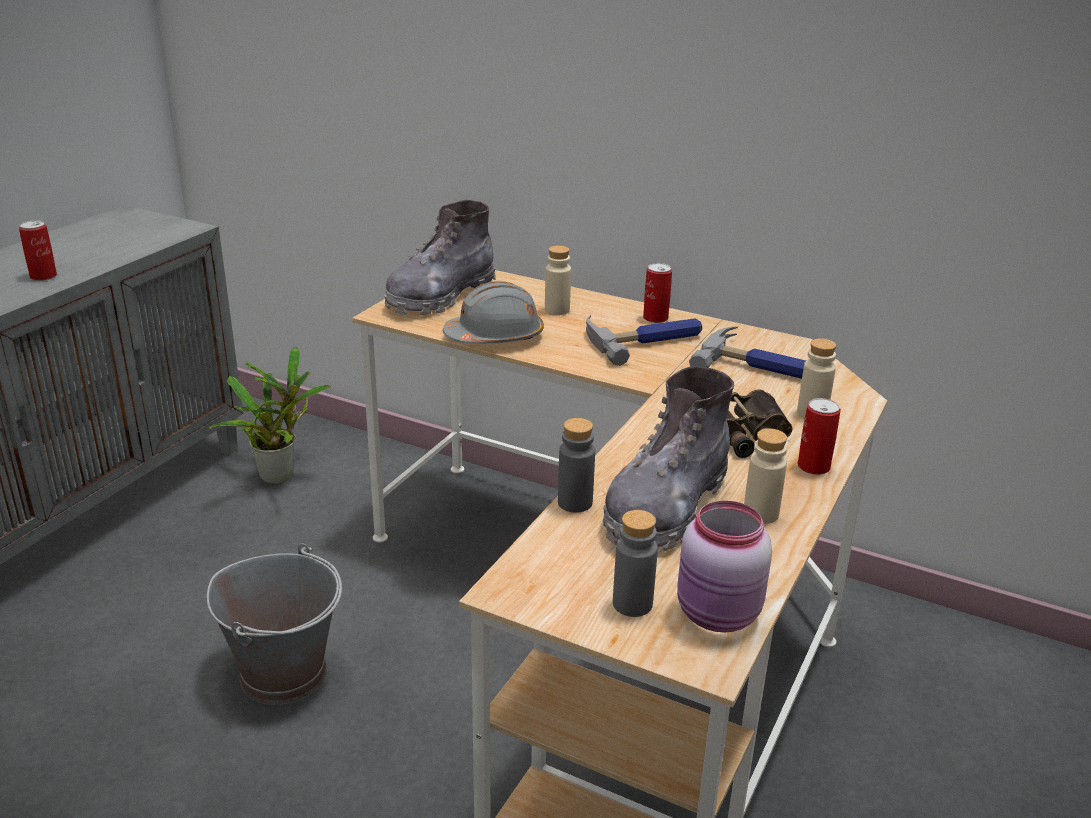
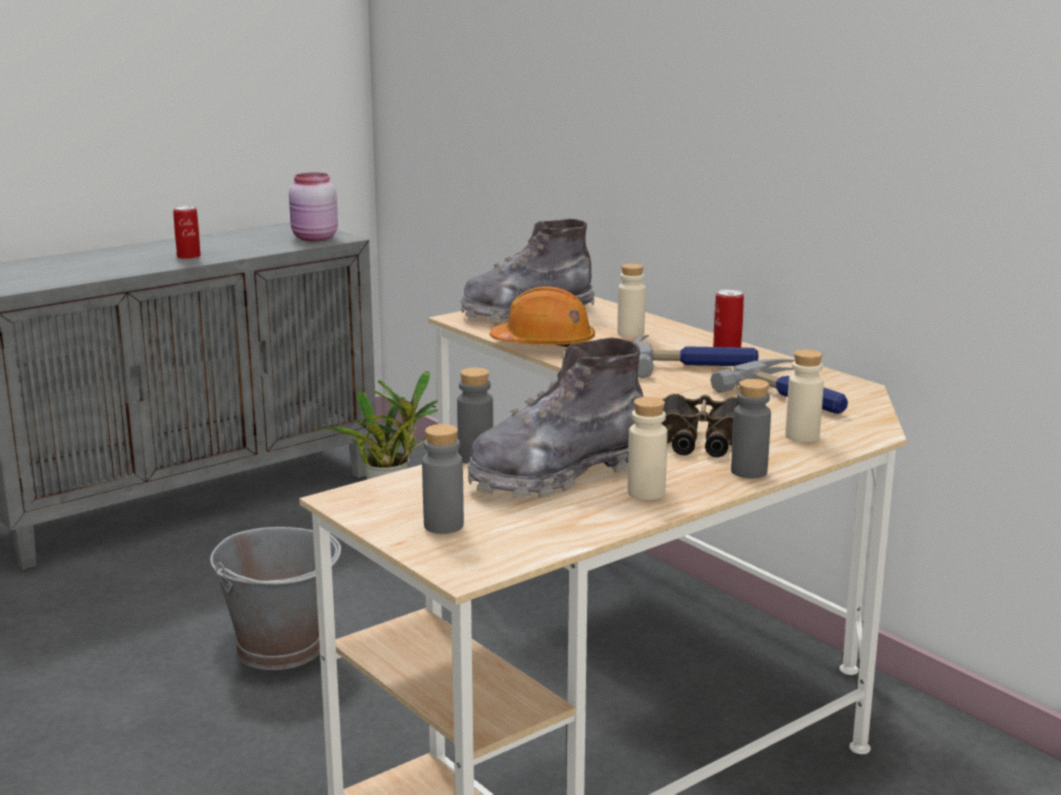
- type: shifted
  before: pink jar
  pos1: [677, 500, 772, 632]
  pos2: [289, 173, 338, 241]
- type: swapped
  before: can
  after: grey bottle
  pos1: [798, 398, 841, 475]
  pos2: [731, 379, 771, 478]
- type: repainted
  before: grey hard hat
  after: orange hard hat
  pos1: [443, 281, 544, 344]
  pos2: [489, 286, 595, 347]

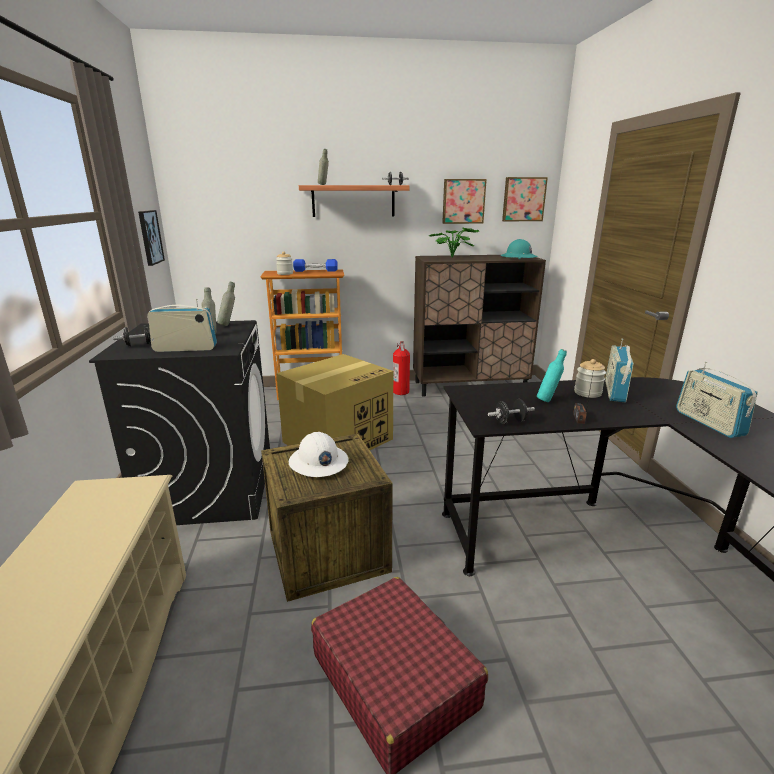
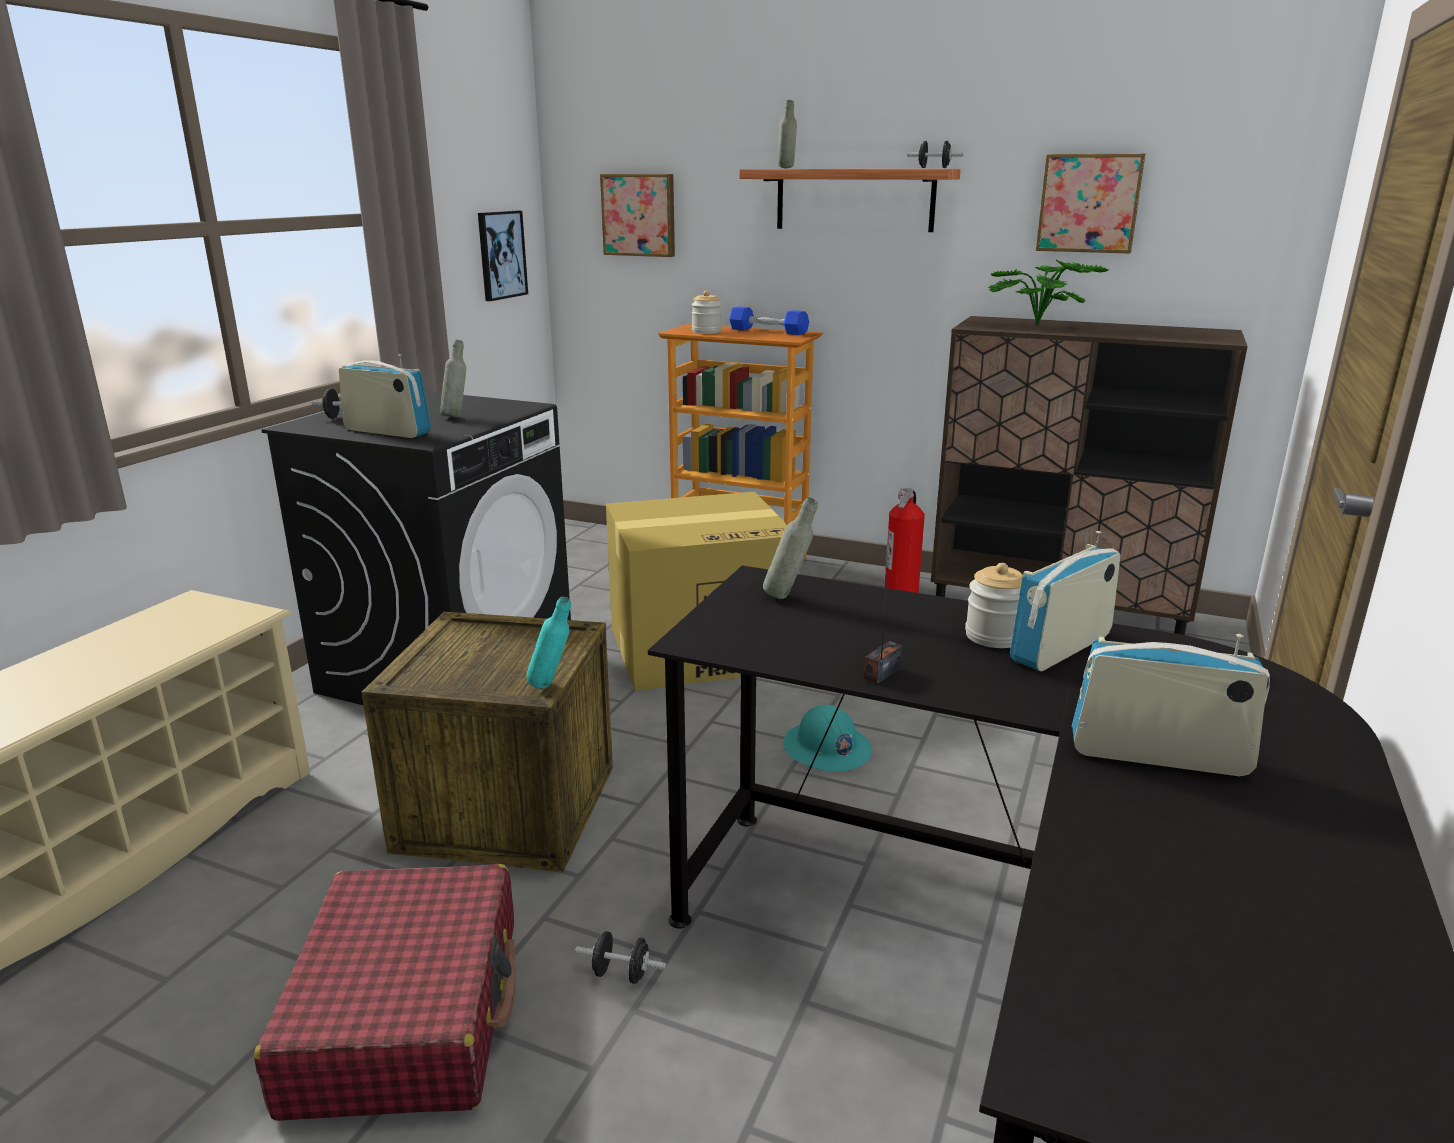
- type: gone
  before: white hard hat
  pos1: [289, 432, 349, 477]
- type: shifted
  before: grey bottle
  pos1: [217, 282, 235, 326]
  pos2: [763, 497, 818, 599]
- type: shifted
  before: black dumbbell
  pos1: [488, 399, 535, 424]
  pos2: [575, 931, 666, 984]
- type: shifted
  before: turquoise hard hat
  pos1: [501, 239, 538, 259]
  pos2: [783, 704, 872, 772]
- type: shifted
  before: picture
  pos1: [502, 177, 548, 221]
  pos2: [600, 174, 675, 257]
- type: shifted
  before: turquoise bottle
  pos1: [537, 349, 567, 402]
  pos2: [526, 596, 571, 689]
- type: rotated
  before: radio
  pos1: [676, 362, 758, 438]
  pos2: [1072, 634, 1270, 776]
  turn: 90

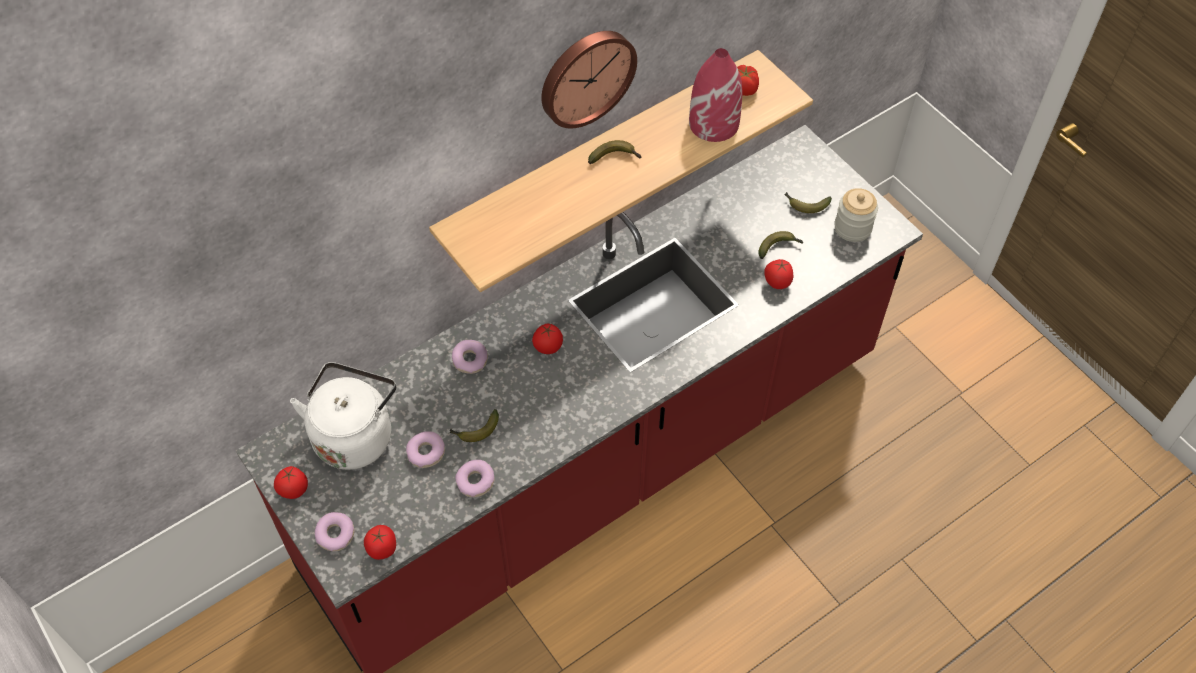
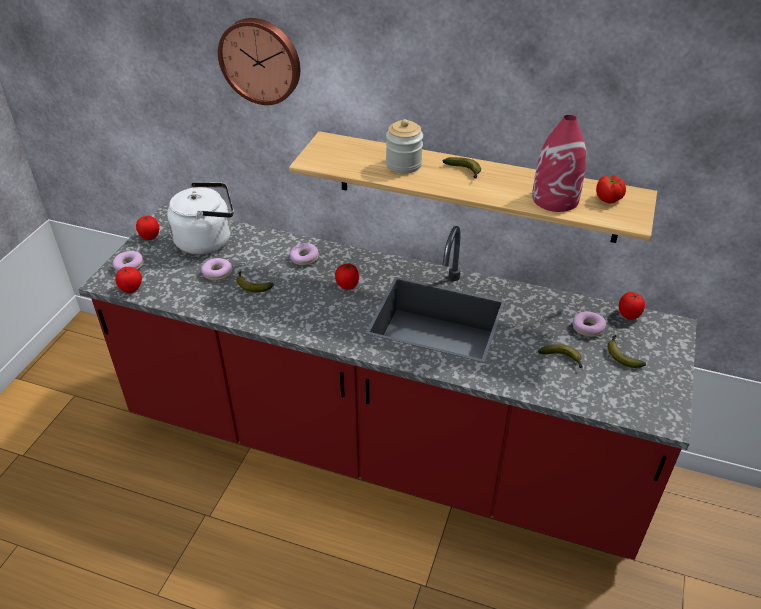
- type: shifted
  before: donut
  pos1: [455, 460, 495, 497]
  pos2: [572, 311, 606, 337]
- type: shifted
  before: wall clock
  pos1: [541, 31, 637, 129]
  pos2: [218, 18, 300, 105]
- type: shifted
  before: tomato
  pos1: [764, 259, 793, 289]
  pos2: [619, 292, 645, 320]
- type: shifted
  before: jar
  pos1: [834, 188, 878, 242]
  pos2: [386, 119, 423, 173]

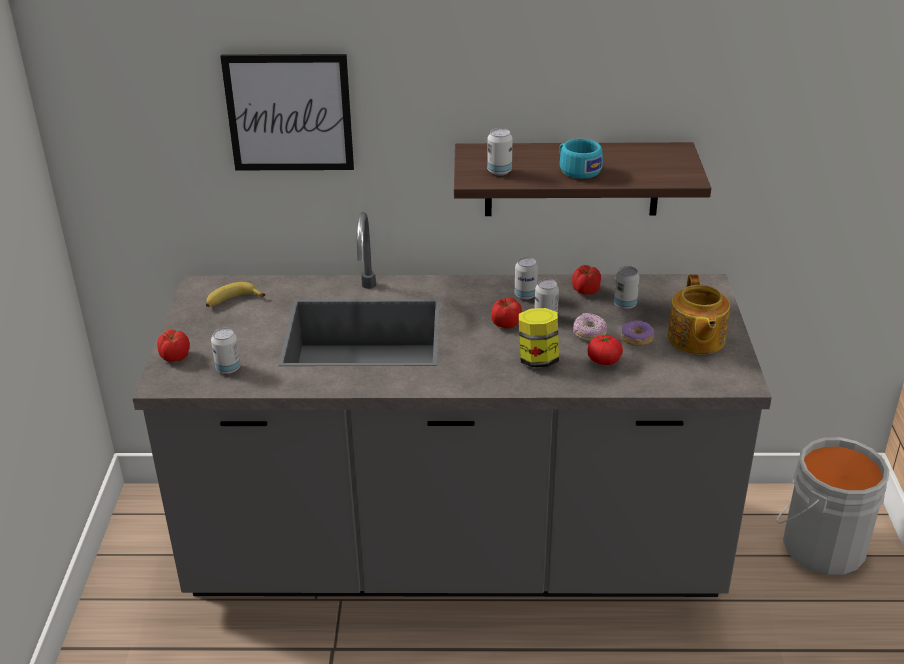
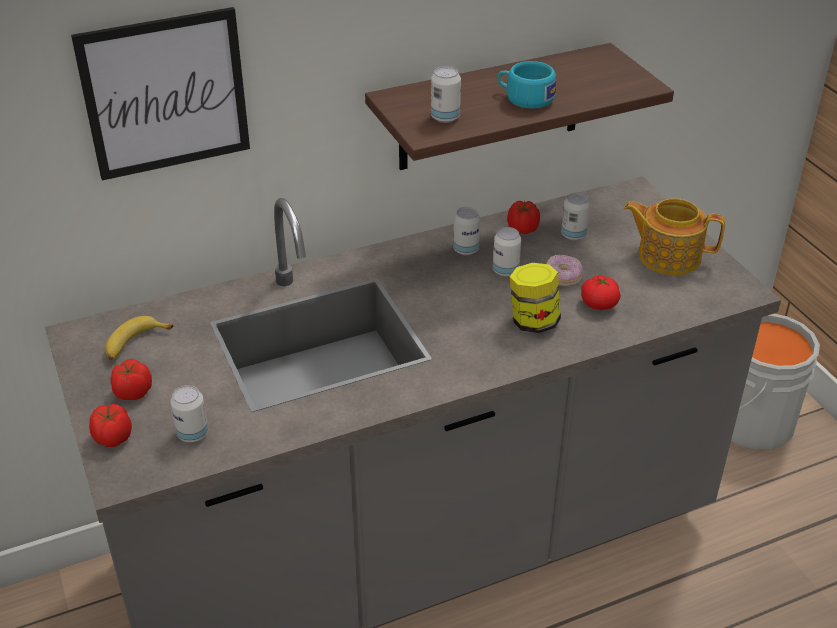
- type: gone
  before: donut
  pos1: [621, 320, 654, 346]
- type: shifted
  before: tomato
  pos1: [491, 297, 522, 329]
  pos2: [110, 359, 152, 400]
- type: rotated
  before: teapot
  pos1: [667, 274, 730, 354]
  pos2: [624, 198, 725, 275]
  turn: 135

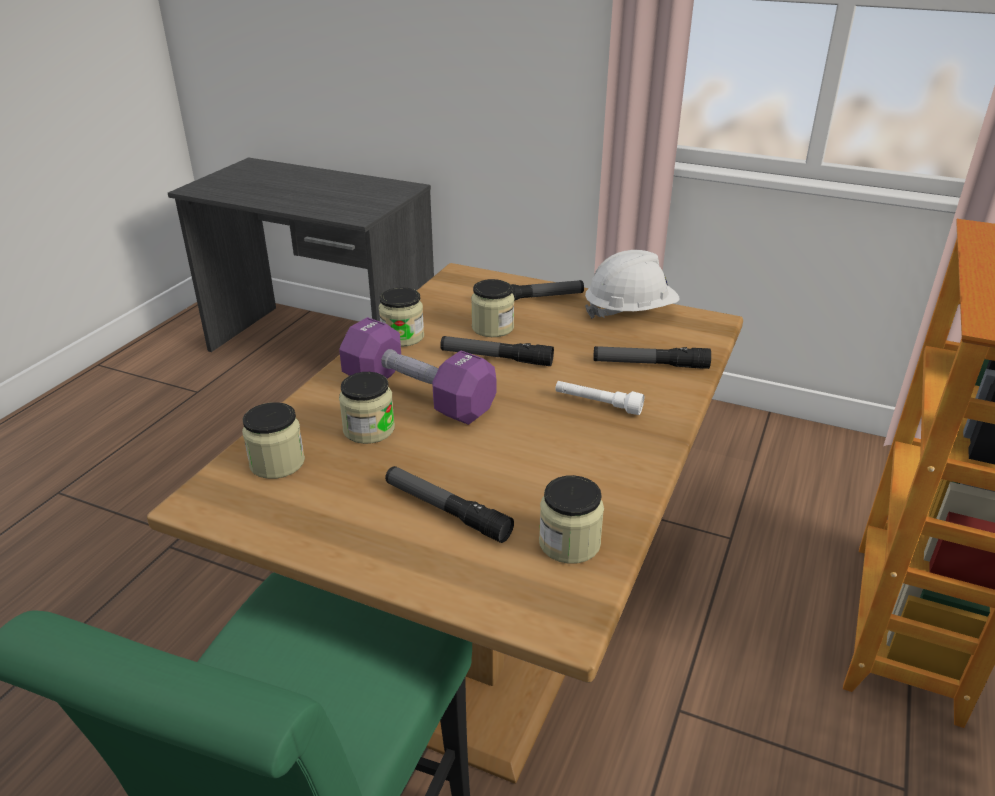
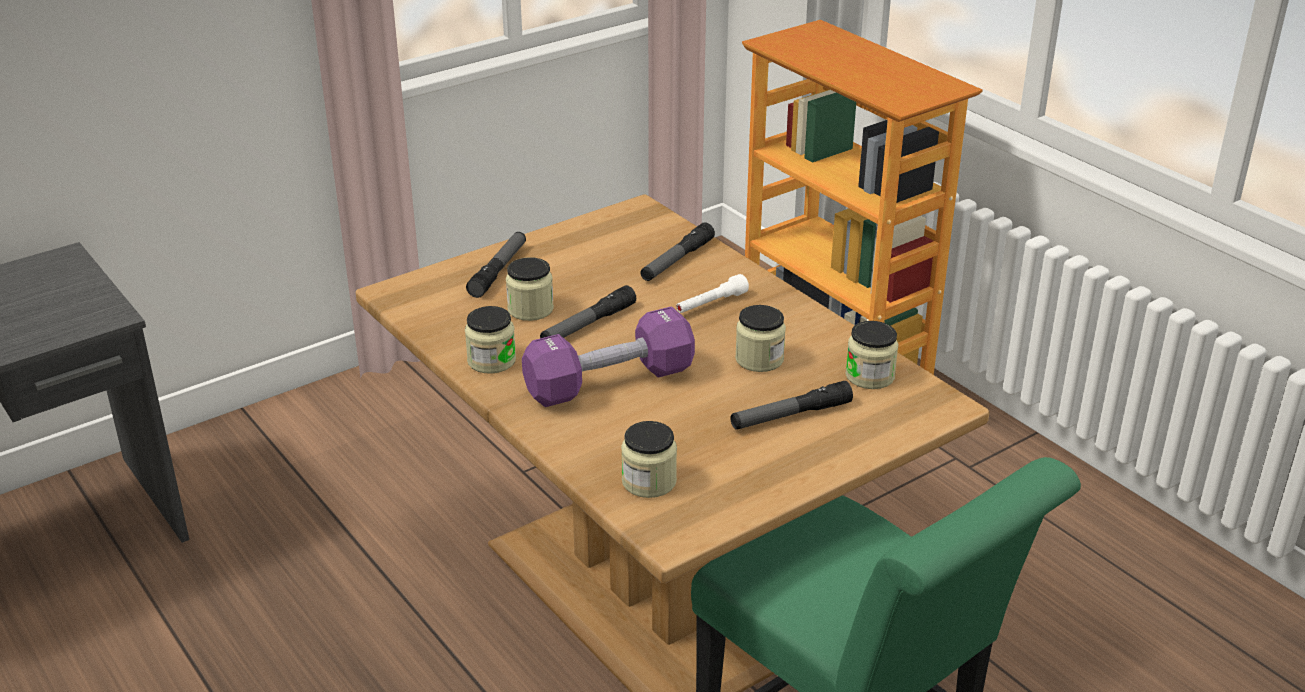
- type: gone
  before: white hard hat
  pos1: [585, 250, 680, 319]
- type: shifted
  before: jar
  pos1: [339, 372, 395, 444]
  pos2: [735, 305, 786, 372]

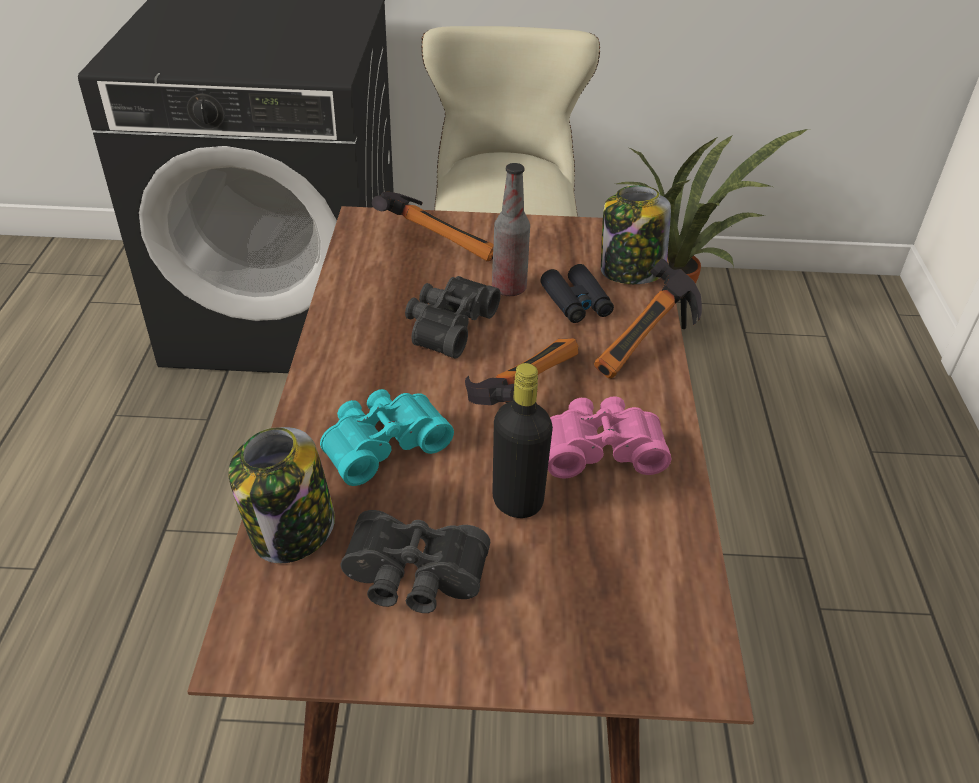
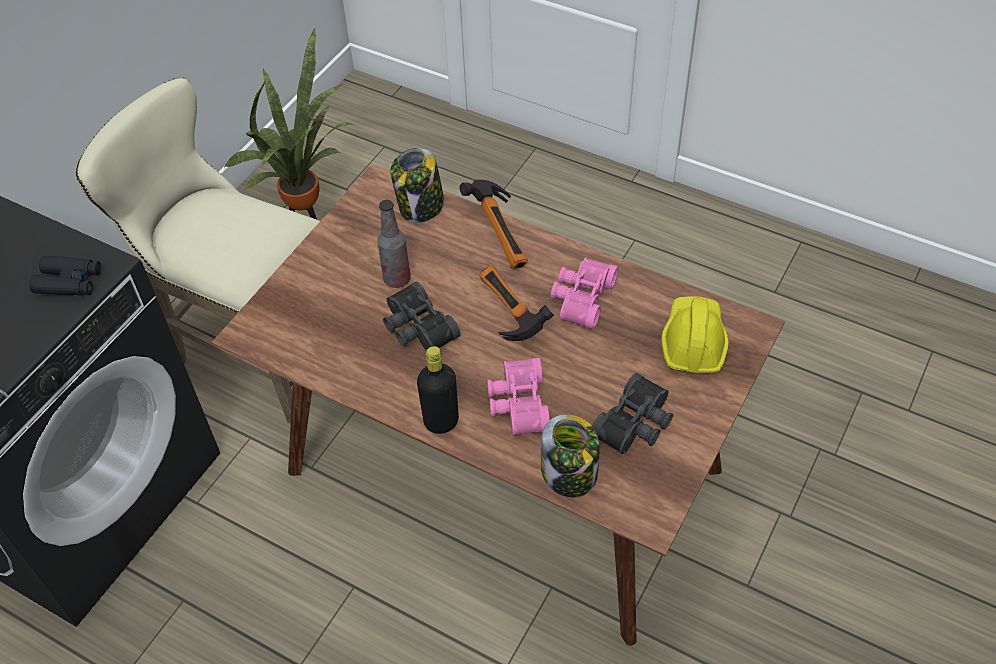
- type: gone
  before: hammer
  pos1: [372, 192, 493, 261]
- type: new
  after: yellow hard hat
  pos2: [661, 296, 729, 373]
- type: shifted
  before: black bottle
  pos1: [492, 363, 553, 518]
  pos2: [417, 346, 459, 434]
- type: shifted
  before: black binoculars
  pos1: [540, 264, 614, 323]
  pos2: [29, 256, 101, 295]
- type: repainted
  before: turquoise binoculars
  after: pink binoculars
  pos1: [320, 389, 454, 486]
  pos2: [487, 358, 550, 436]

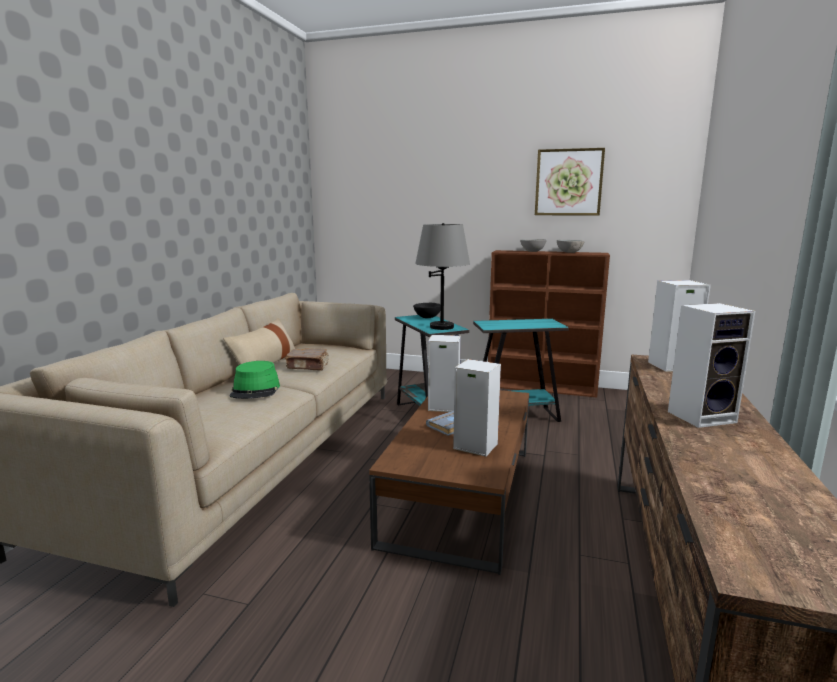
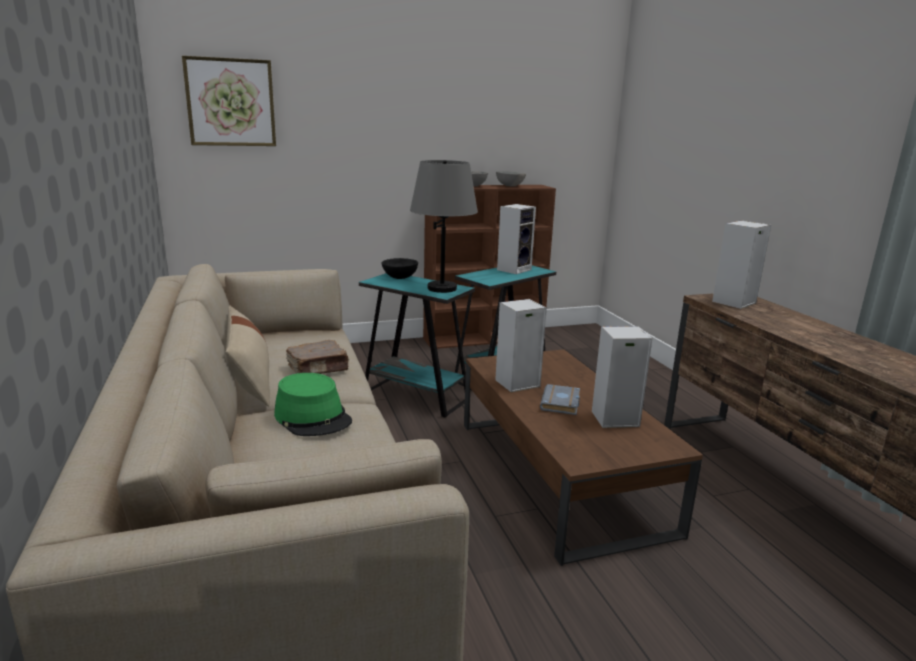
- type: shifted
  before: picture
  pos1: [535, 148, 605, 216]
  pos2: [182, 56, 276, 146]
- type: shifted
  before: speaker
  pos1: [668, 303, 755, 428]
  pos2: [497, 204, 536, 274]

